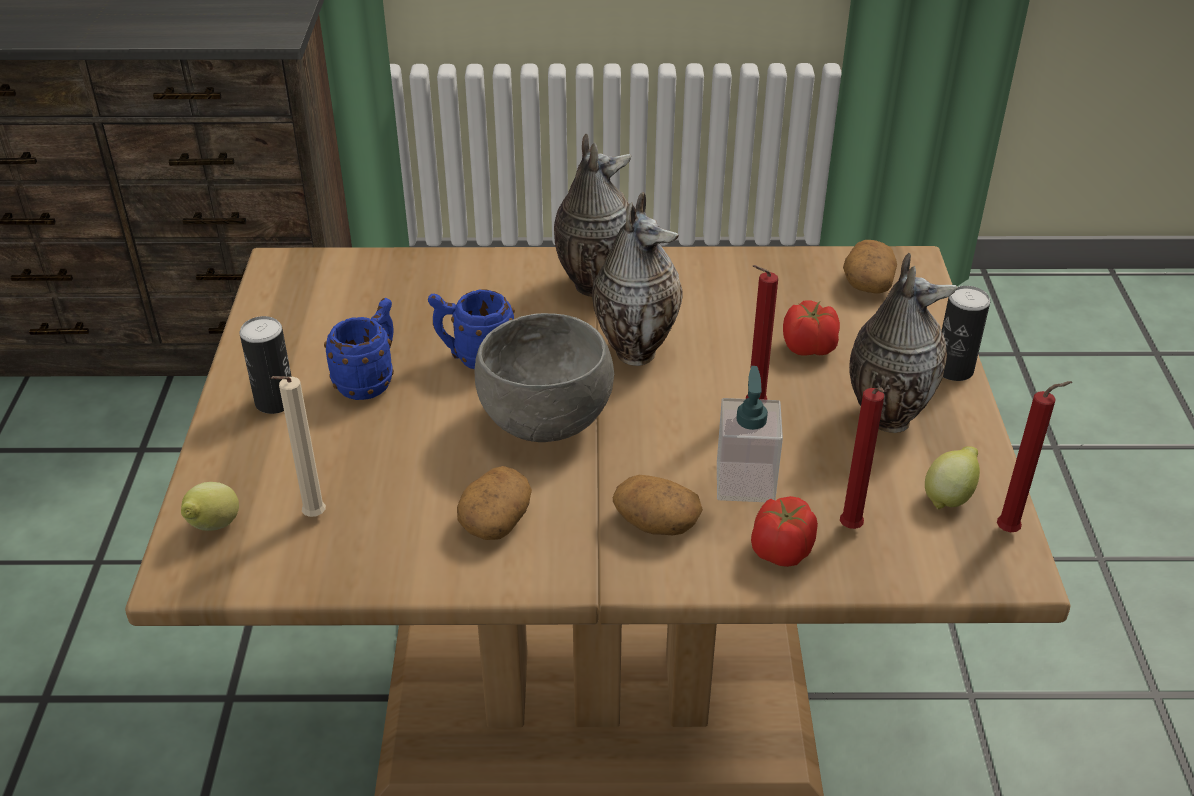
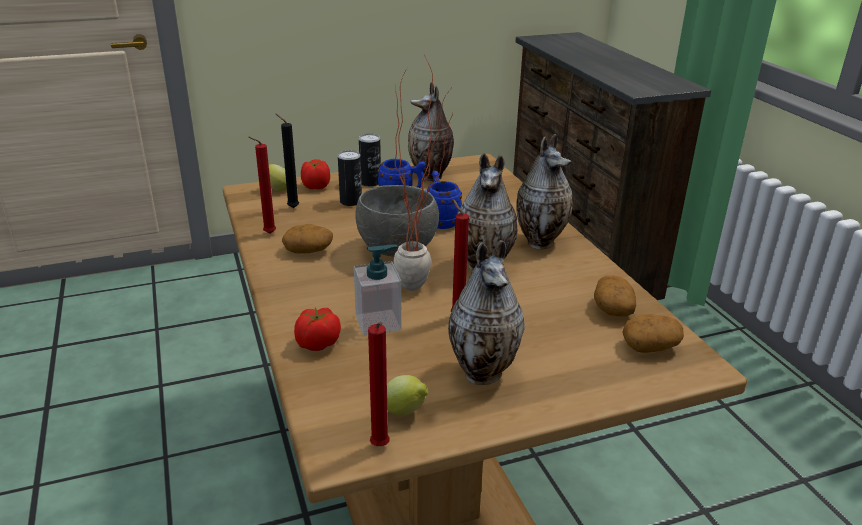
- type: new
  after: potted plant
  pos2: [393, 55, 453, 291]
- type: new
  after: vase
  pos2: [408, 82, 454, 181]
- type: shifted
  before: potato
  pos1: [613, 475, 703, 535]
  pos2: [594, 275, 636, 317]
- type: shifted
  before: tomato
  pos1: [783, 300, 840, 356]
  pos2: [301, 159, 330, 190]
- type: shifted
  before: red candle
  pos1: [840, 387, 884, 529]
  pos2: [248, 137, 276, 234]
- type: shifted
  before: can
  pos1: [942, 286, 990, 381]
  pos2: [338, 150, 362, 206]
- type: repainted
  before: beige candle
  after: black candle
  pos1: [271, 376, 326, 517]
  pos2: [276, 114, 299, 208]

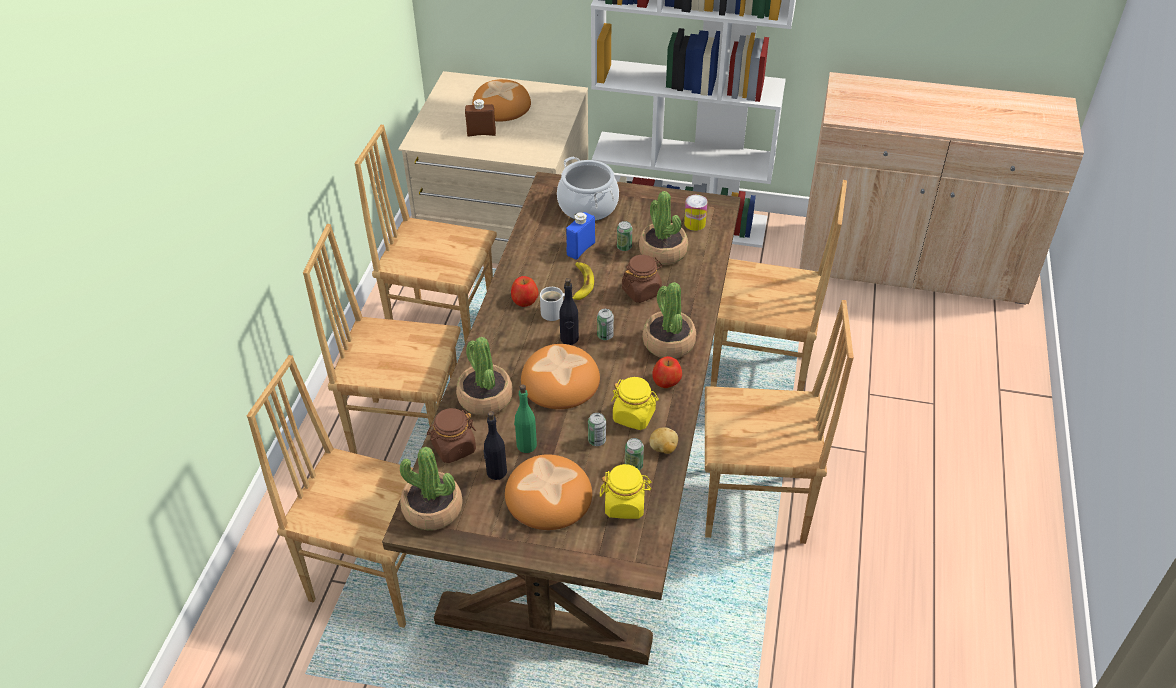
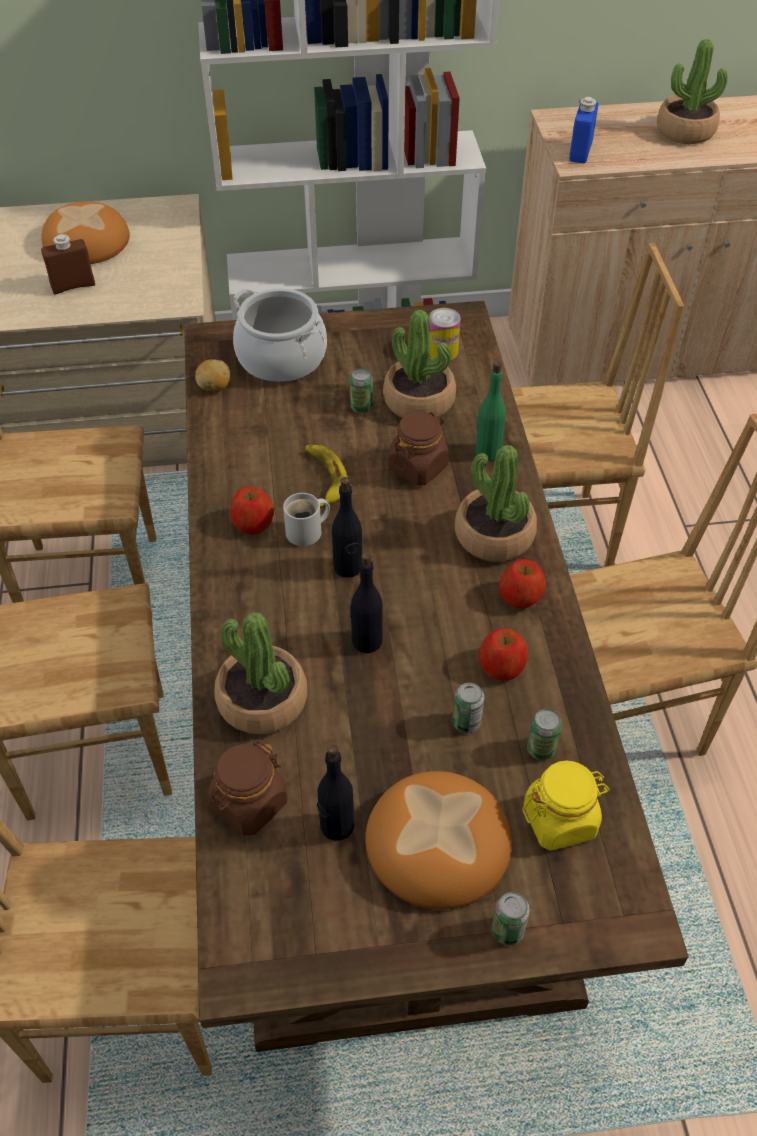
- type: shifted
  before: potted plant
  pos1: [400, 447, 463, 530]
  pos2: [657, 39, 728, 144]
- type: shifted
  before: green bottle
  pos1: [514, 385, 537, 453]
  pos2: [475, 361, 506, 461]
- type: shifted
  before: blue bottle
  pos1: [566, 212, 595, 260]
  pos2: [569, 97, 598, 163]
- type: shifted
  before: can
  pos1: [597, 309, 614, 340]
  pos2: [491, 892, 530, 945]
- type: shifted
  before: potato
  pos1: [649, 427, 678, 454]
  pos2: [195, 359, 230, 391]
- type: swapped
  before: bread
  after: black bottle
  pos1: [521, 344, 600, 409]
  pos2: [350, 553, 383, 653]
- type: swapped
  before: yellow jar
  after: apple
  pos1: [611, 377, 659, 430]
  pos2: [479, 628, 528, 681]

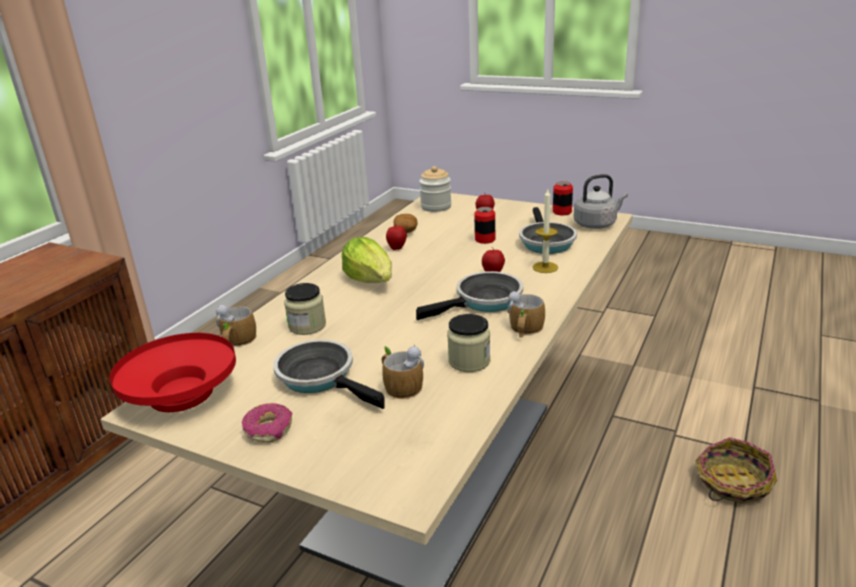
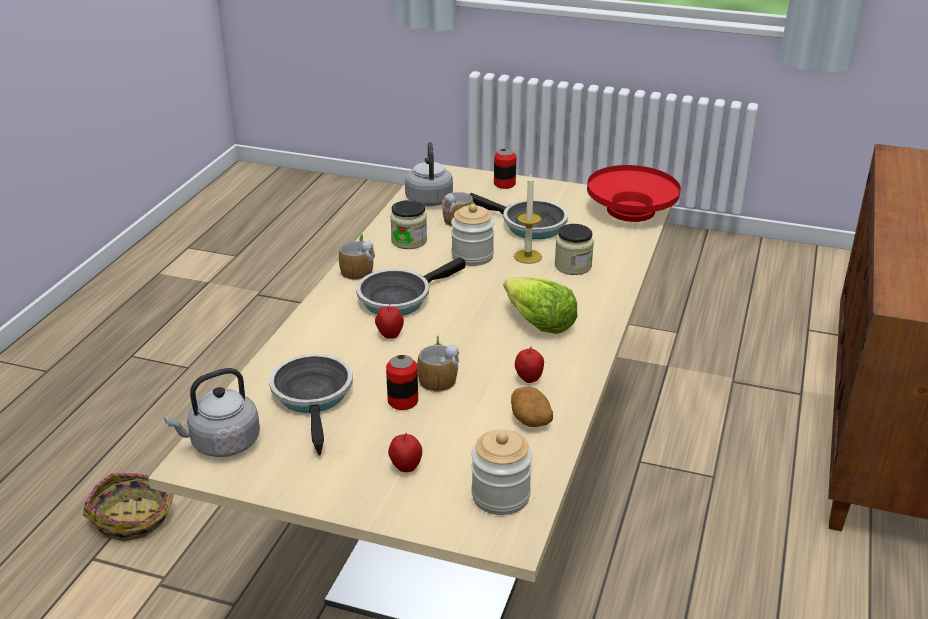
- type: gone
  before: donut
  pos1: [242, 403, 292, 442]
- type: new
  after: grey kettle
  pos2: [405, 142, 453, 206]
- type: new
  after: jar
  pos2: [451, 204, 495, 266]
- type: shifted
  before: mug
  pos1: [216, 305, 257, 347]
  pos2: [417, 336, 459, 392]
- type: shifted
  before: candle
  pos1: [533, 190, 558, 273]
  pos2: [514, 174, 542, 264]
- type: shifted
  before: can
  pos1: [553, 181, 573, 215]
  pos2: [494, 149, 516, 189]

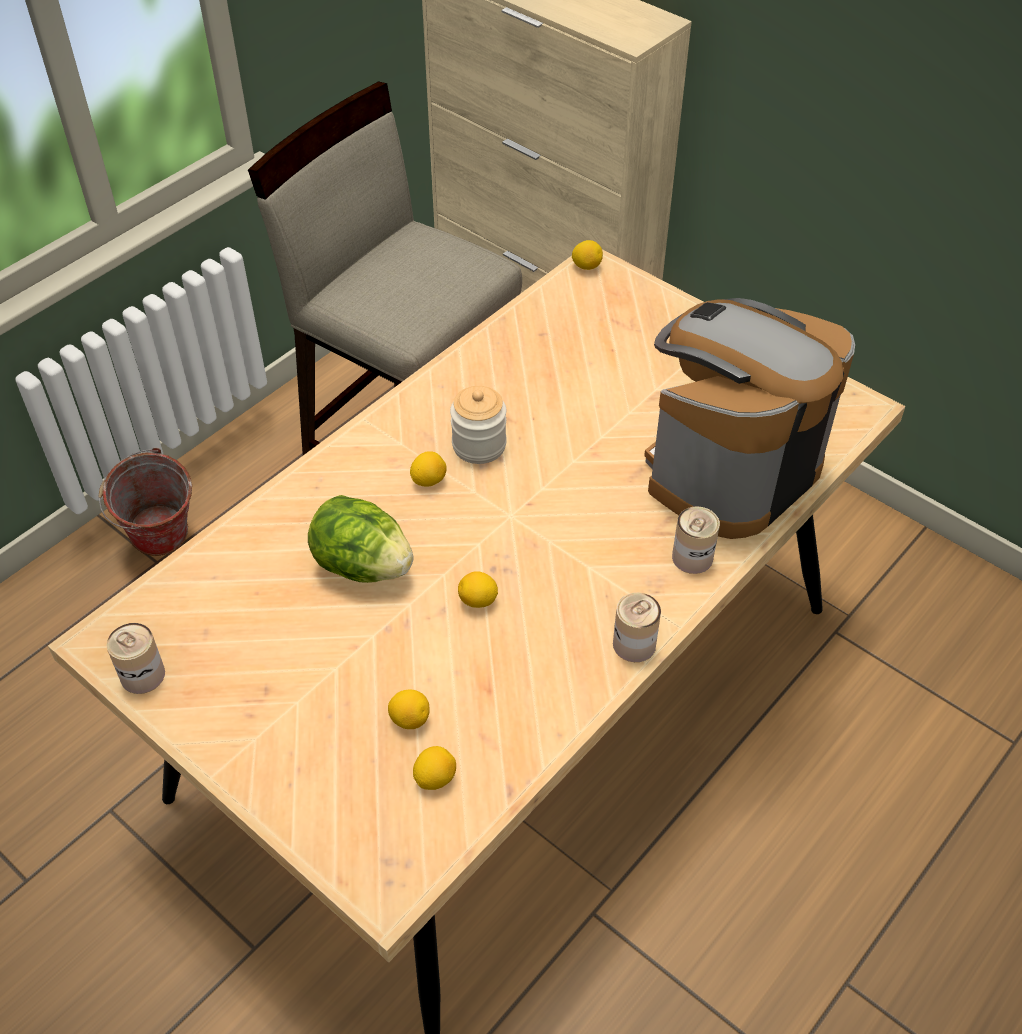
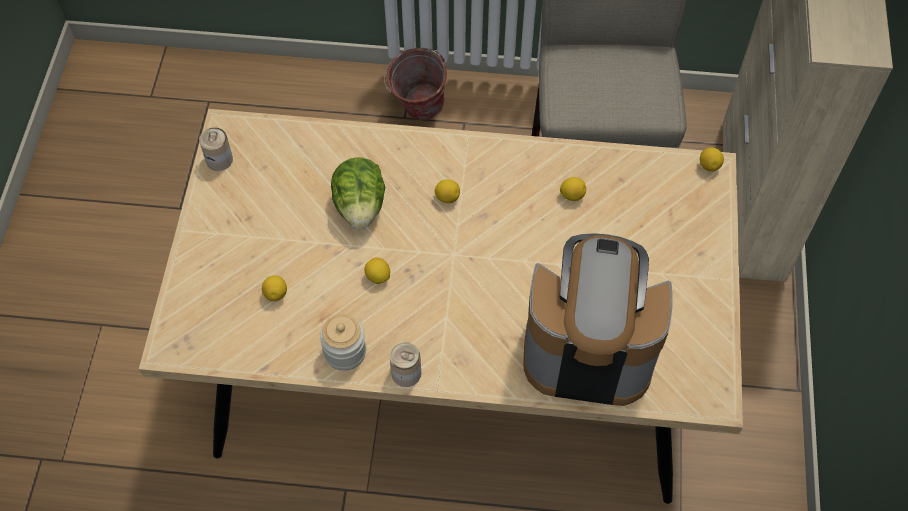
- type: gone
  before: can
  pos1: [672, 506, 720, 574]
- type: shifted
  before: lemon
  pos1: [413, 746, 456, 790]
  pos2: [560, 177, 586, 201]
- type: shifted
  before: jar
  pos1: [450, 386, 507, 464]
  pos2: [320, 314, 366, 371]

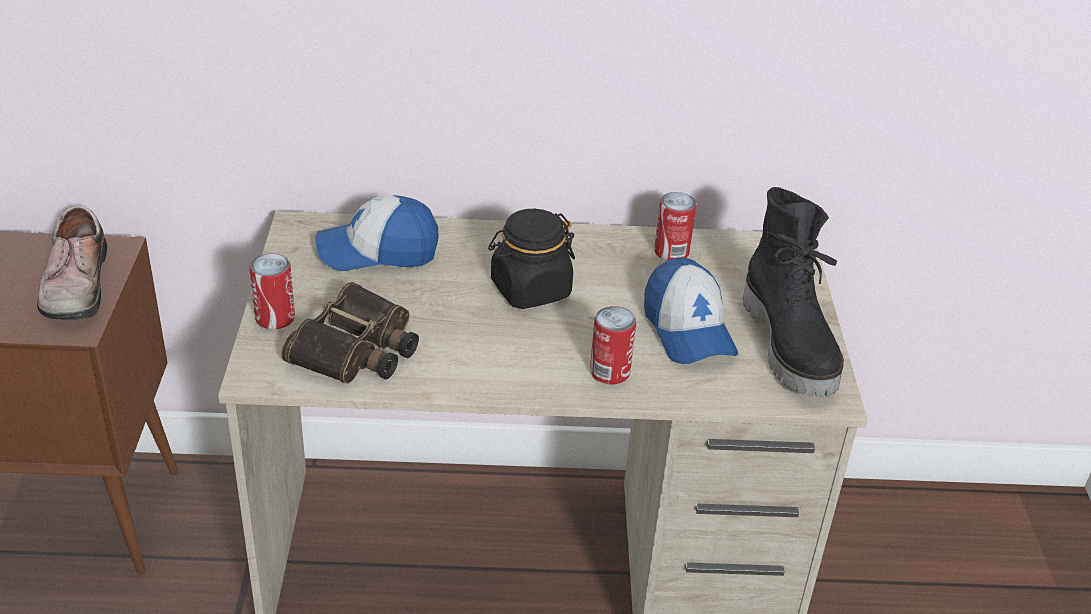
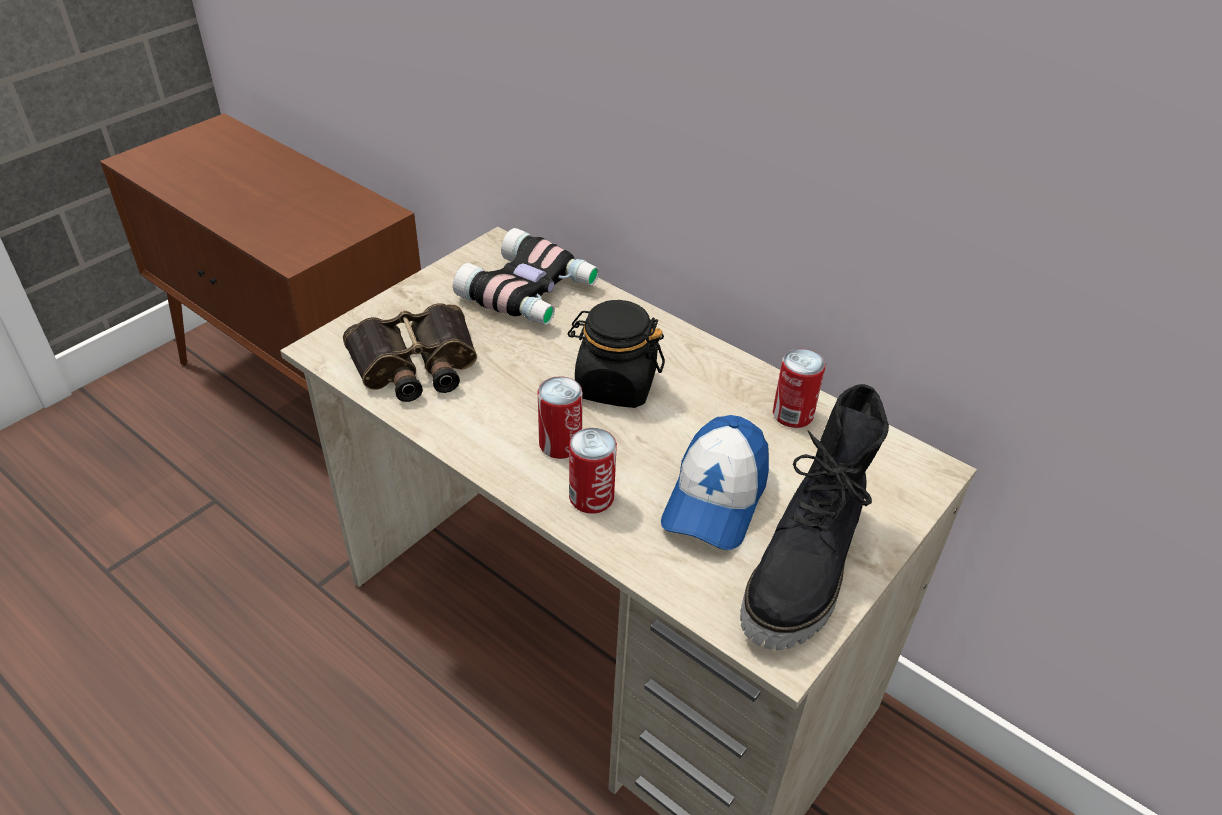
- type: gone
  before: shoe
  pos1: [37, 206, 107, 320]
- type: shifted
  before: can
  pos1: [249, 253, 295, 329]
  pos2: [538, 376, 583, 459]
- type: swapped
  before: cap
  after: binoculars
  pos1: [315, 195, 439, 271]
  pos2: [453, 228, 599, 325]

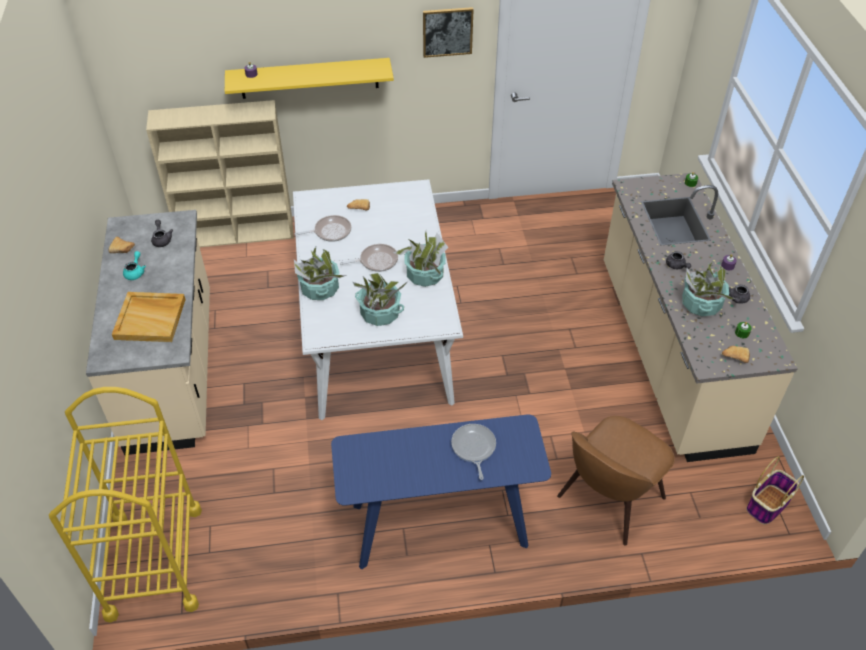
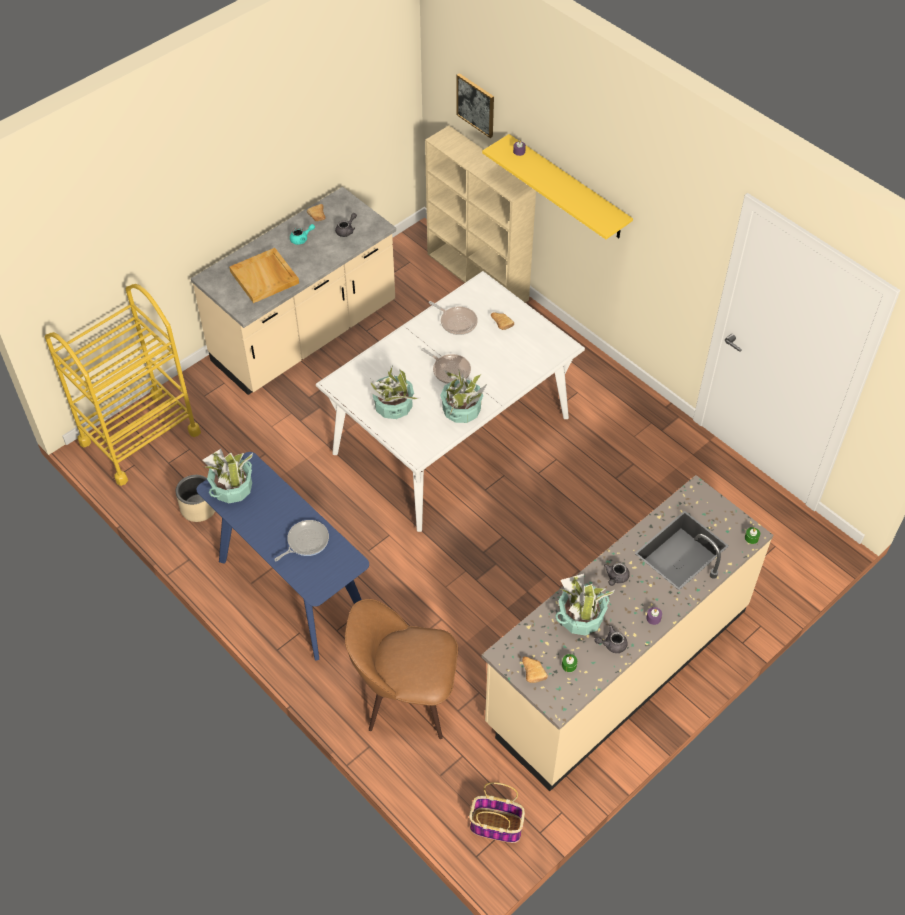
- type: new
  after: beige planter
  pos2: [176, 475, 215, 522]
- type: shifted
  before: potted plant
  pos1: [294, 247, 347, 300]
  pos2: [203, 449, 253, 503]
- type: shifted
  before: picture
  pos1: [423, 7, 474, 58]
  pos2: [456, 73, 494, 138]

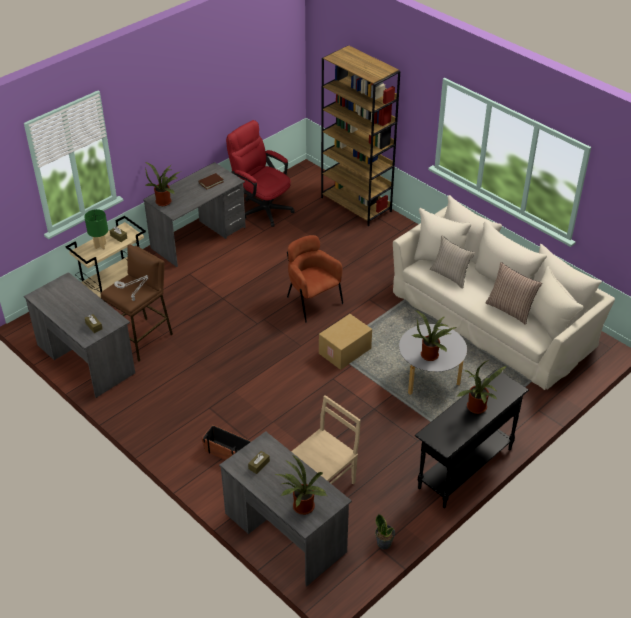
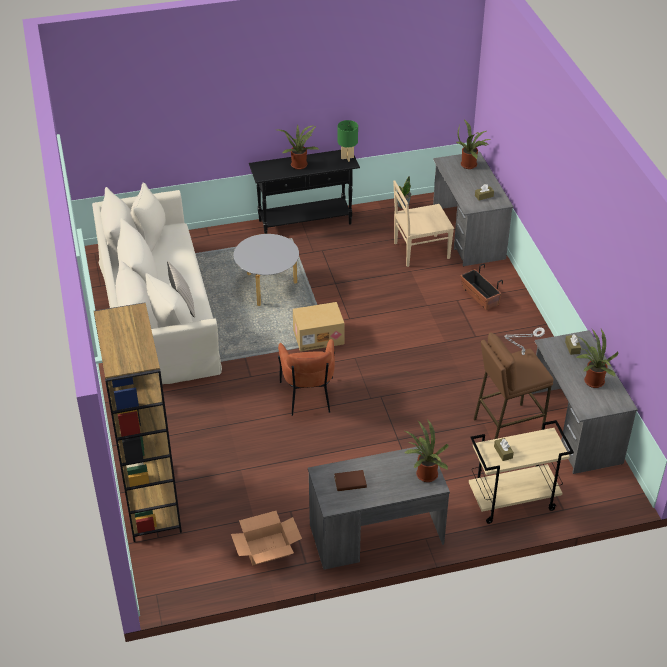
- type: gone
  before: pillow
  pos1: [485, 262, 542, 325]
- type: shifted
  before: green table lamp
  pos1: [84, 209, 108, 250]
  pos2: [338, 120, 358, 162]
- type: shifted
  before: potted plant
  pos1: [411, 310, 457, 361]
  pos2: [575, 329, 618, 388]
- type: swapped
  before: red office chair
  after: cardboard box
  pos1: [226, 120, 295, 227]
  pos2: [231, 511, 302, 565]

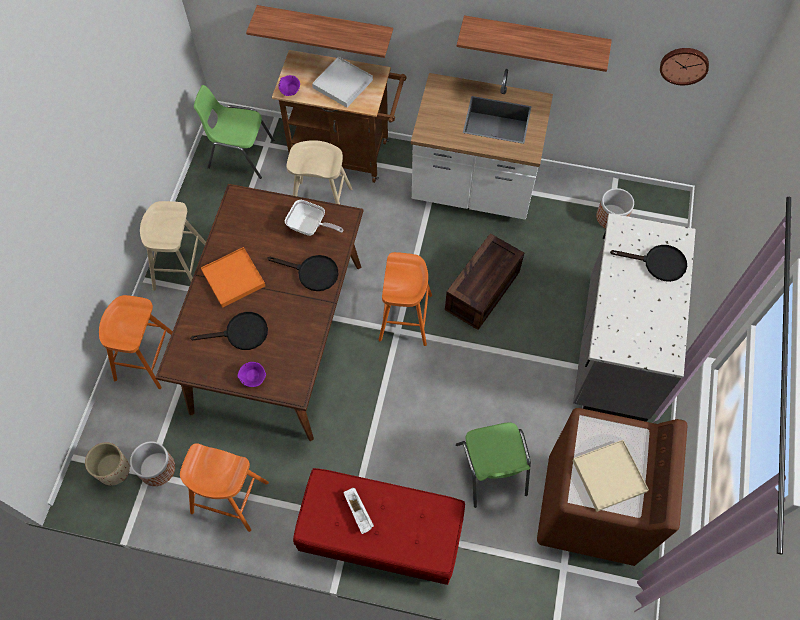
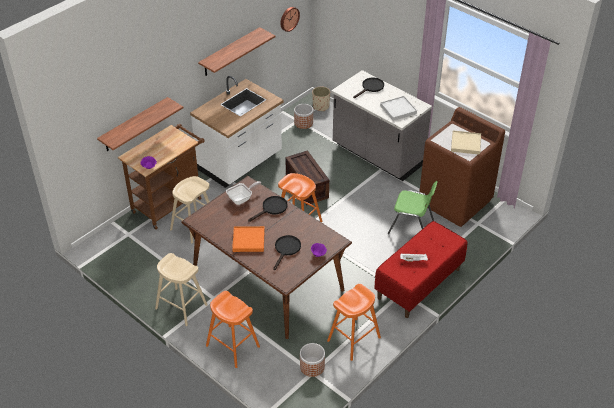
- type: gone
  before: green chair
  pos1: [194, 85, 274, 179]
- type: shifted
  before: beige planter
  pos1: [85, 442, 130, 486]
  pos2: [312, 86, 330, 111]
- type: shifted
  before: white tray
  pos1: [312, 57, 373, 107]
  pos2: [380, 96, 417, 121]

